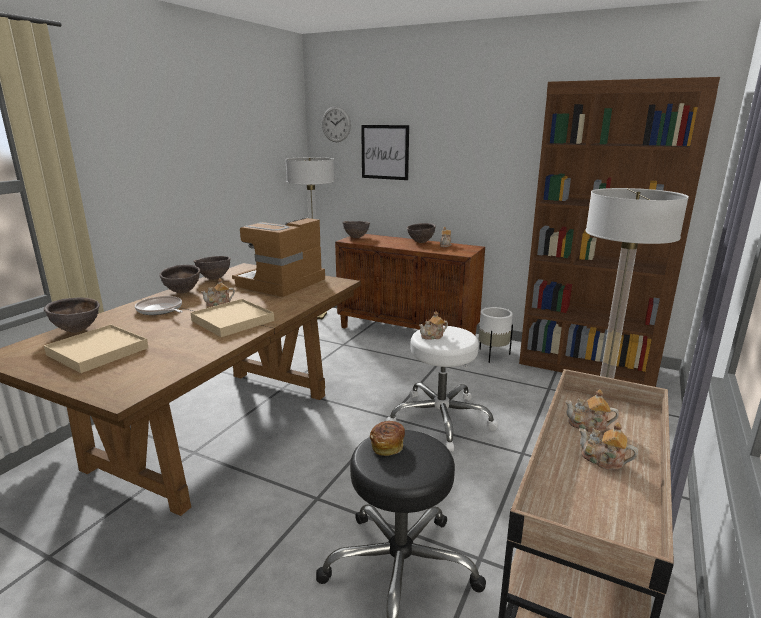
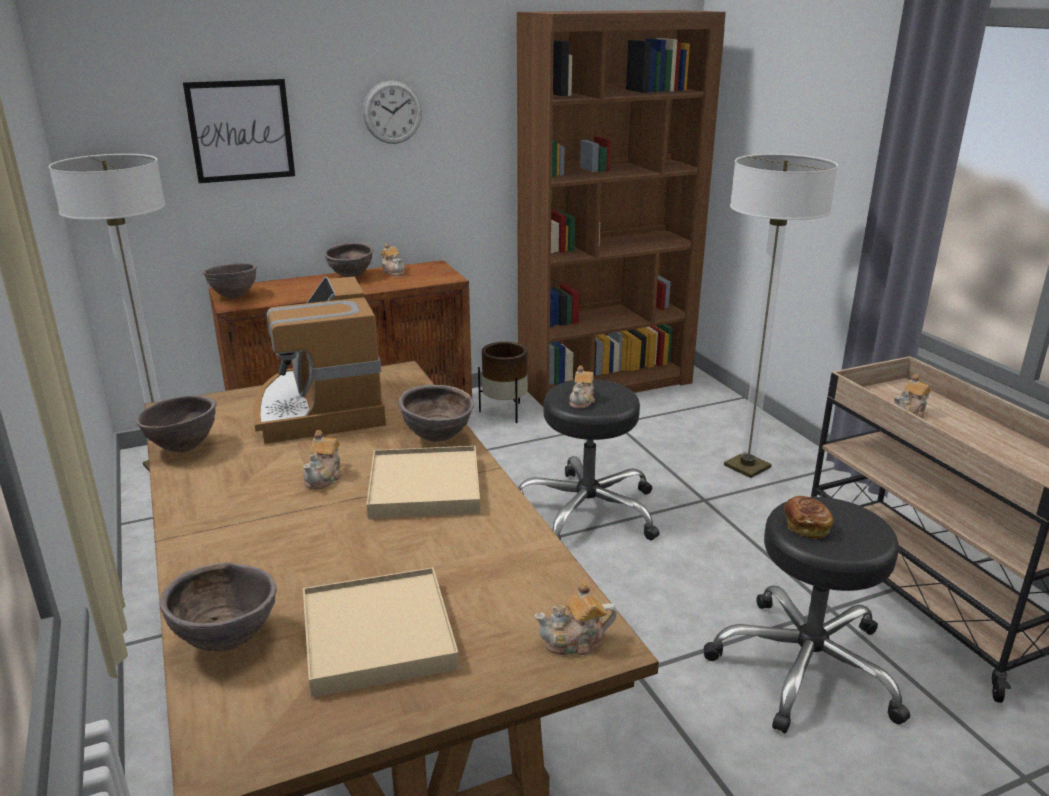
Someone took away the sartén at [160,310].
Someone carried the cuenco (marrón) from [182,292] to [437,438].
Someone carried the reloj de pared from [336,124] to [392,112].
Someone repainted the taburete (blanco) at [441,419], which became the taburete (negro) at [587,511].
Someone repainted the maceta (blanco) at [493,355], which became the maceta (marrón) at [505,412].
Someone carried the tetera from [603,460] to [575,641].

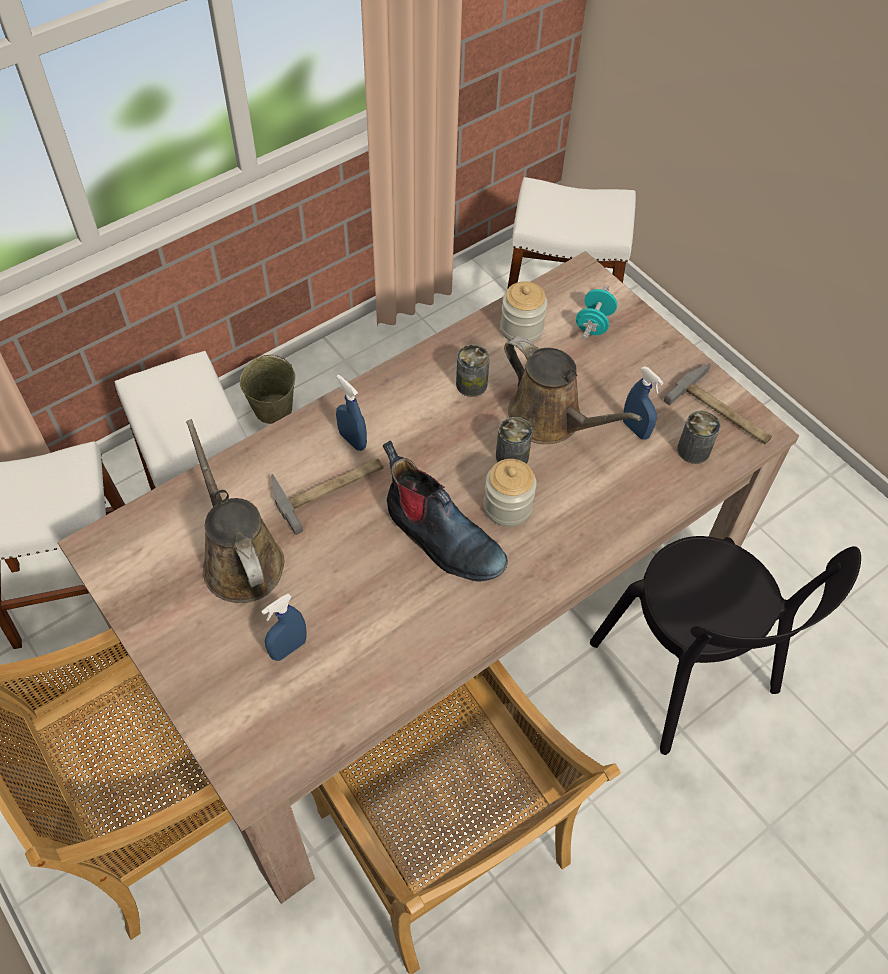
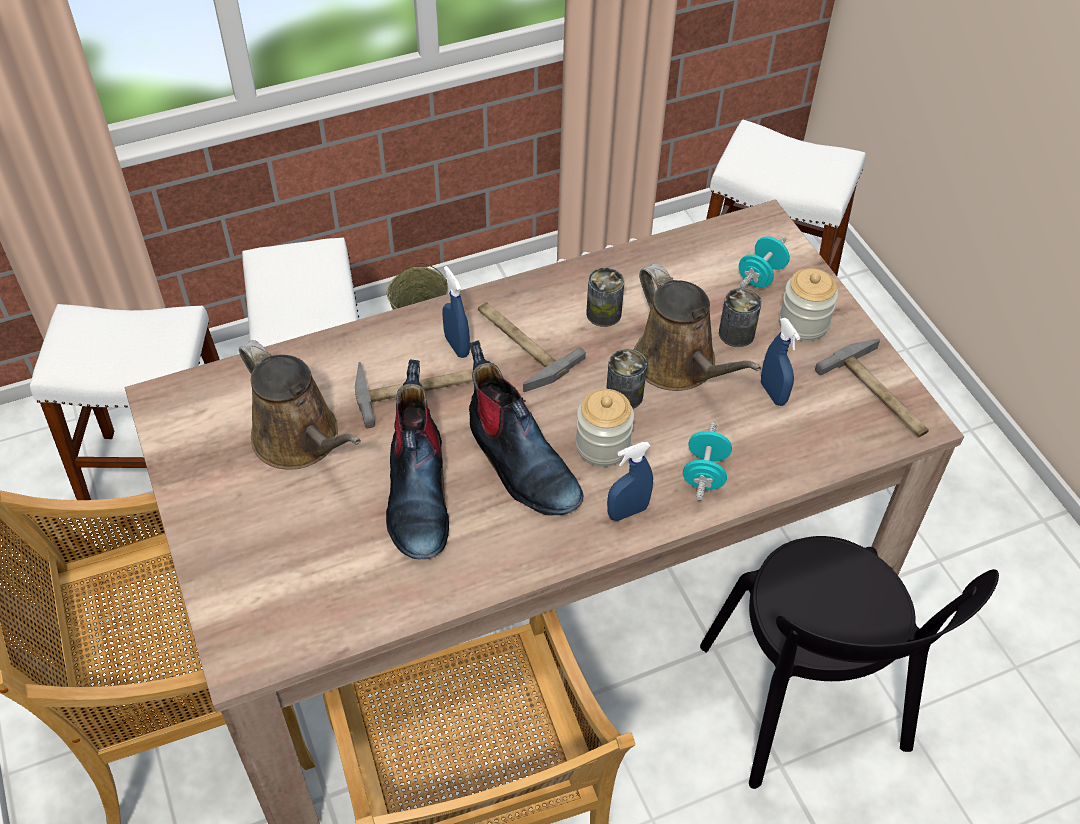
Someone rotated the regadera (marrón) at [240,559] by 150 degrees clockwise.
Someone carried the pulverizador (azul) from [288,648] to [627,512].
Someone carried the tarro from [521,329] to [803,323].
Someone carried the lata from [693,450] to [736,333].
Someone put down the bota at [418,493].
Someone put down the martillo at [518,344].
Someone put down the mancuerna (turquesa) at [704,473].

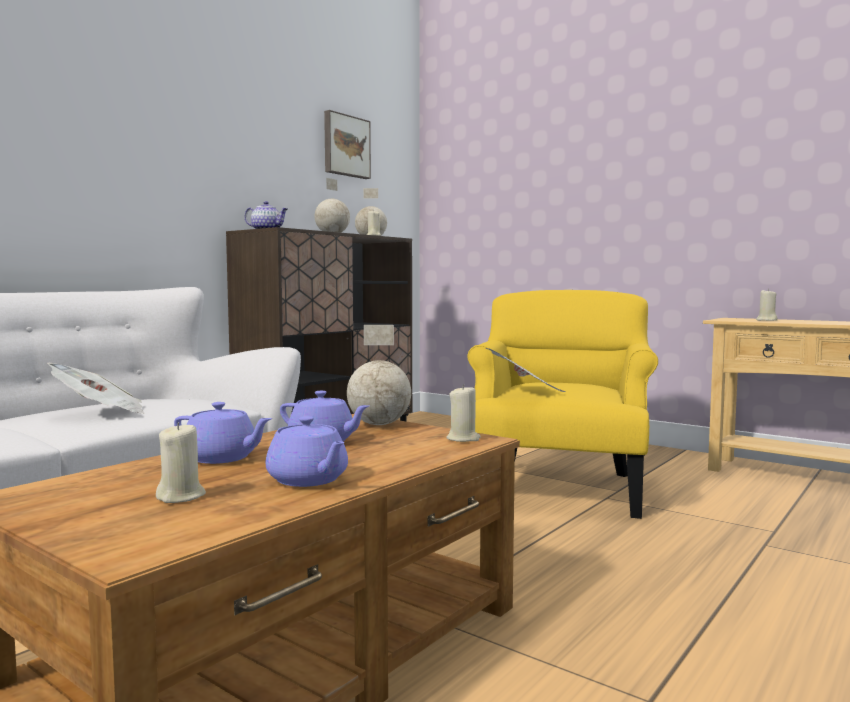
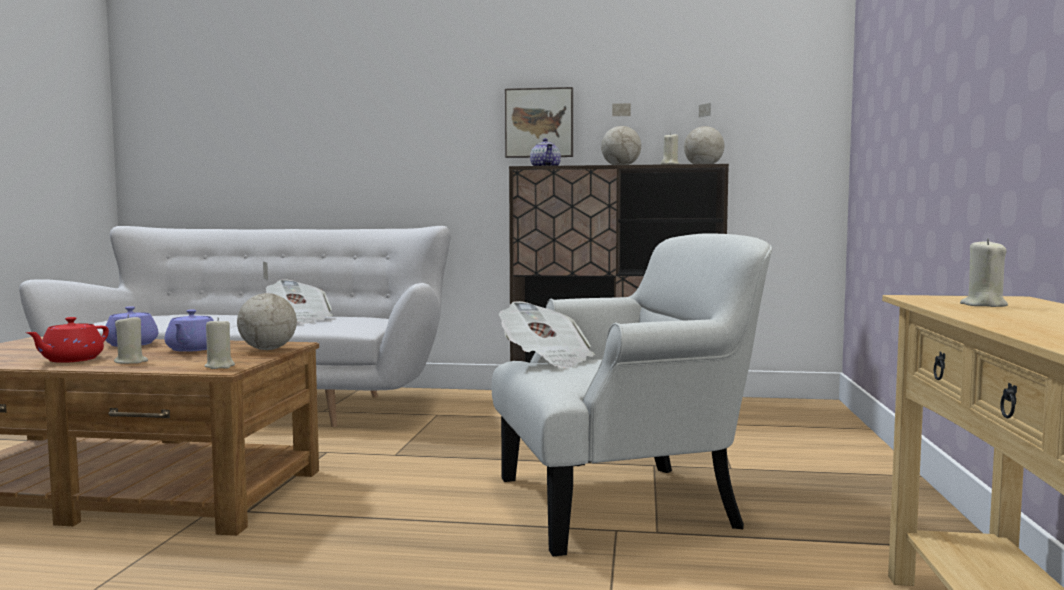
Someone carried the vela (beis) from [181,497] to [131,362].
Someone repainted the tetera (morado) at [308,480], which became the tetera (rojo) at [71,360].
Someone carried the cuadro from [345,146] to [539,123].
Someone repainted the sillón (amarillo) at [559,486], which became the sillón (blanco) at [623,503].

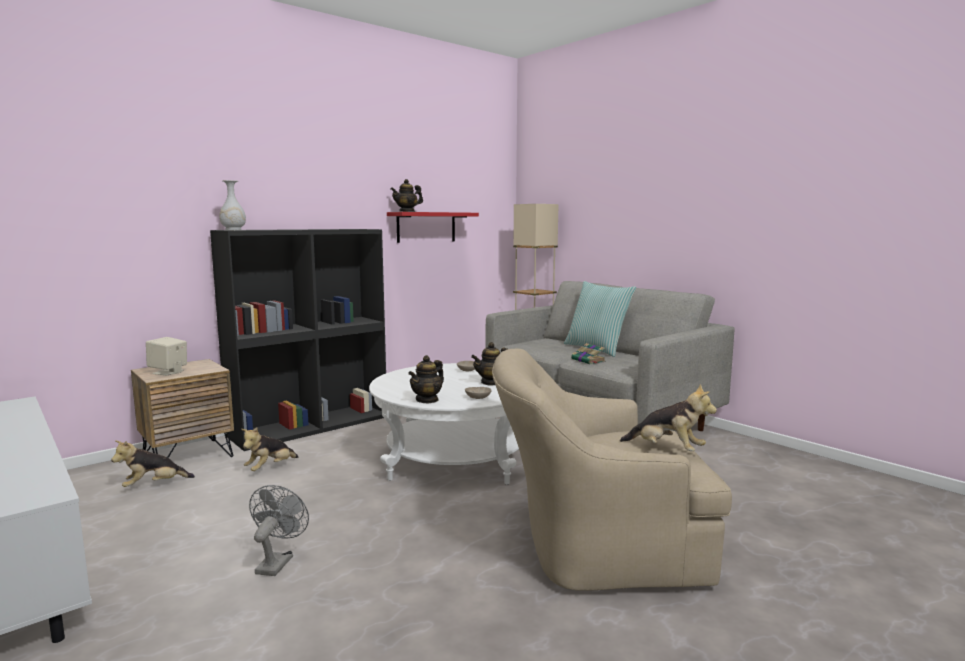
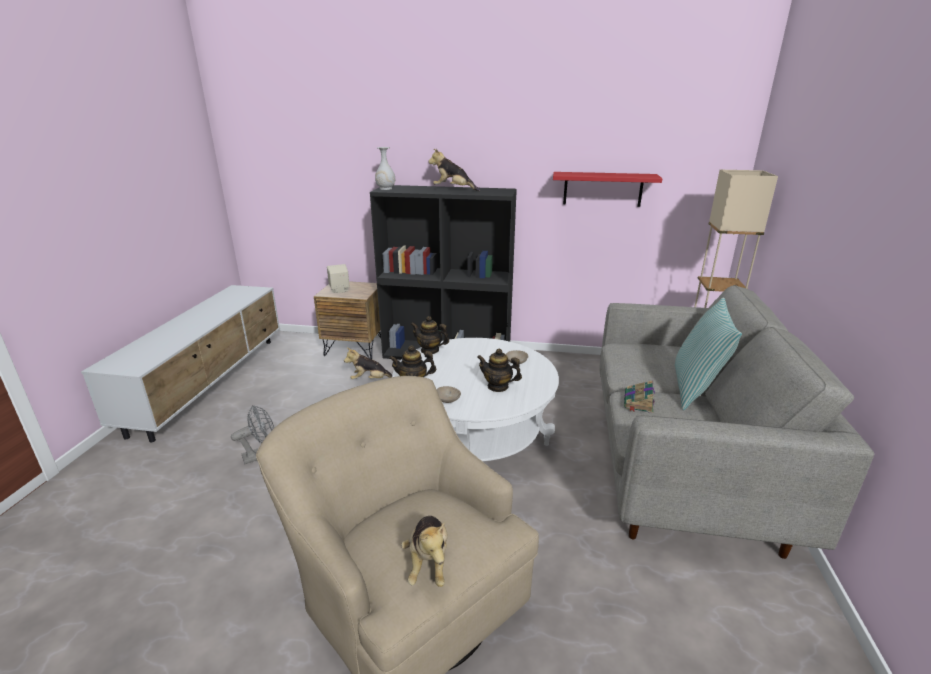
Someone carried the peluche from [153,485] to [453,190].
Someone carried the tetera from [407,211] to [430,350].

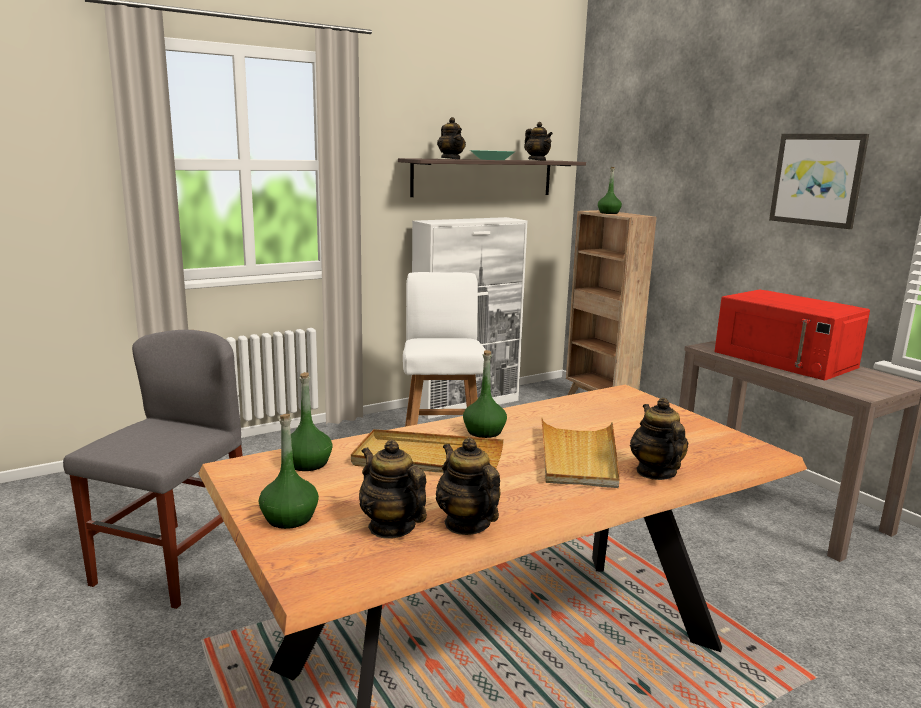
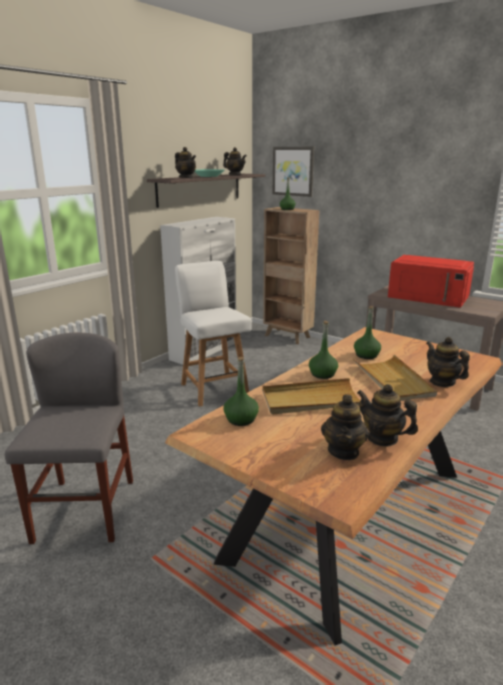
Someone carried the botella (verde) from [289,518] to [366,355].
Someone rotated the tetera at [391,527] by 105 degrees counterclockwise.
Someone carried the cuadro from [817,179] to [293,171].

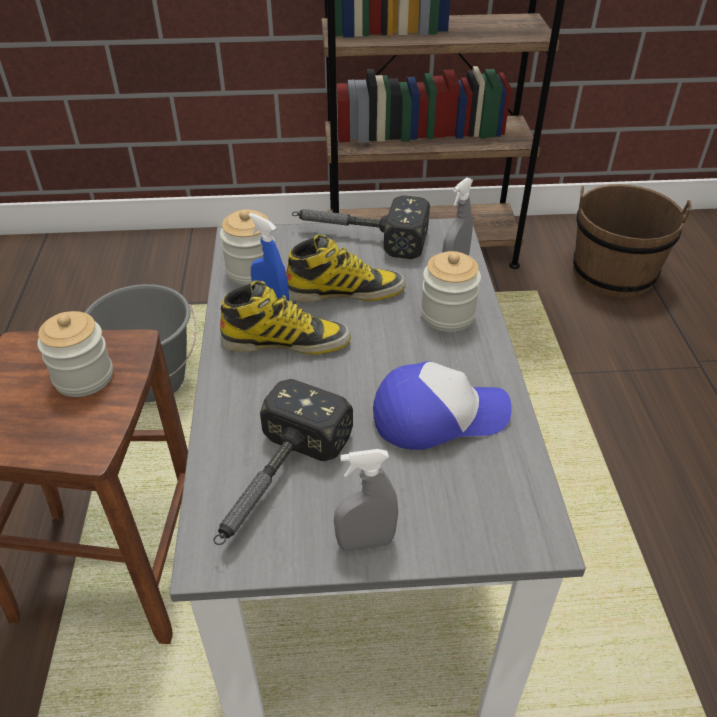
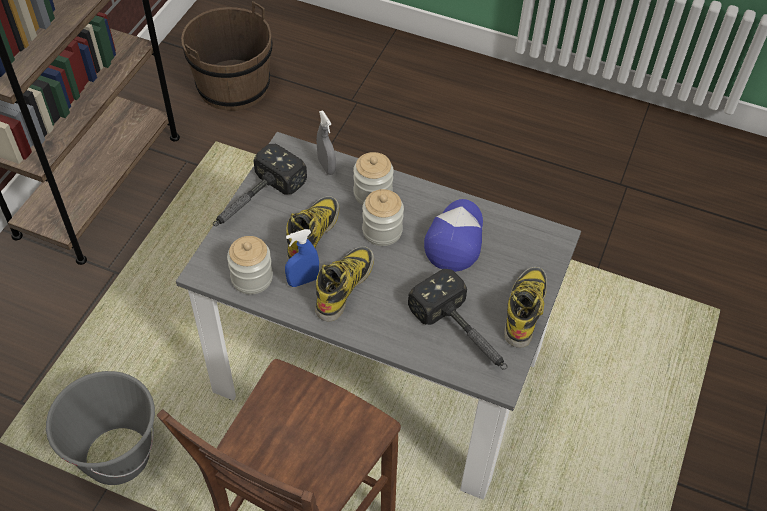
Someone carried the tarro from [84,377] to [382,231].
Someone swapped the pulverizador (gris) at [365,542] for the bota at [524,309].

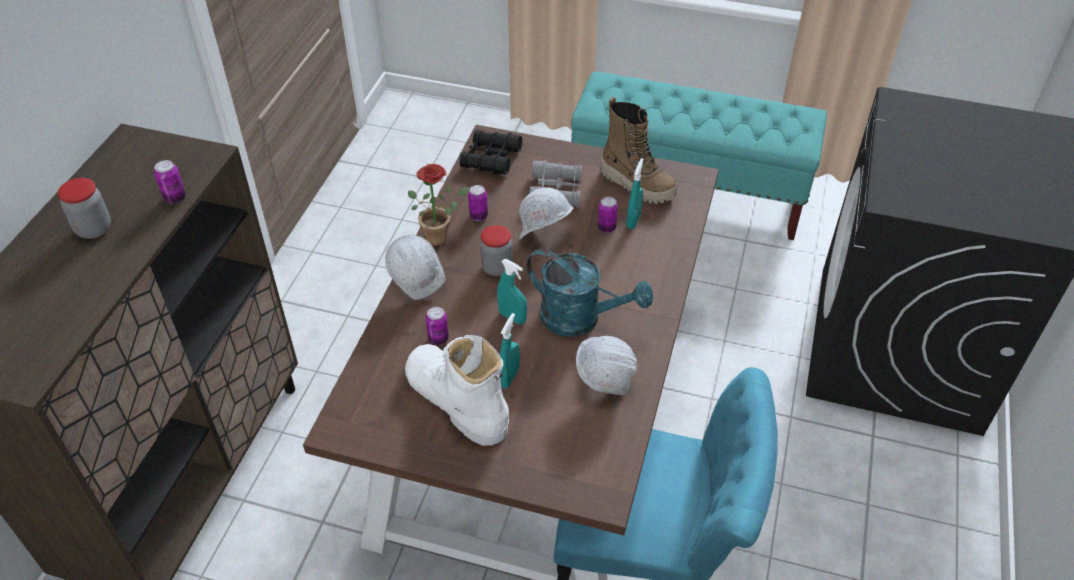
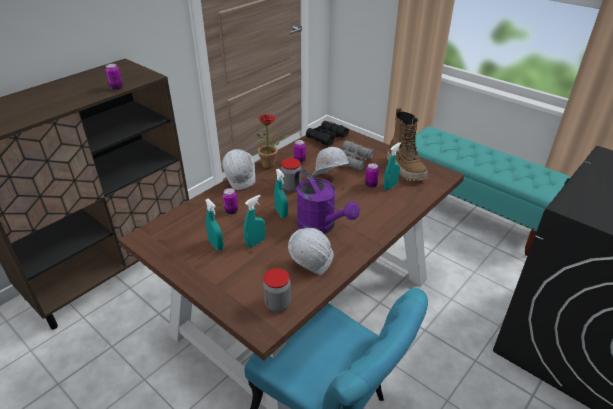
Someone carried the tarro from [94,229] to [277,304].
Someone swapped the bota (blanco) at [456,401] for the pulverizador (turquesa) at [216,245].
Someone repainted the regadera (turquesa) at [580,319], which became the regadera (morado) at [321,226].

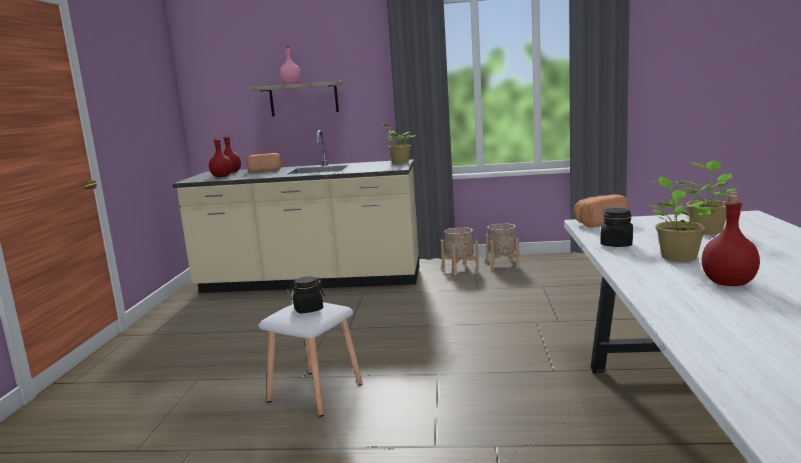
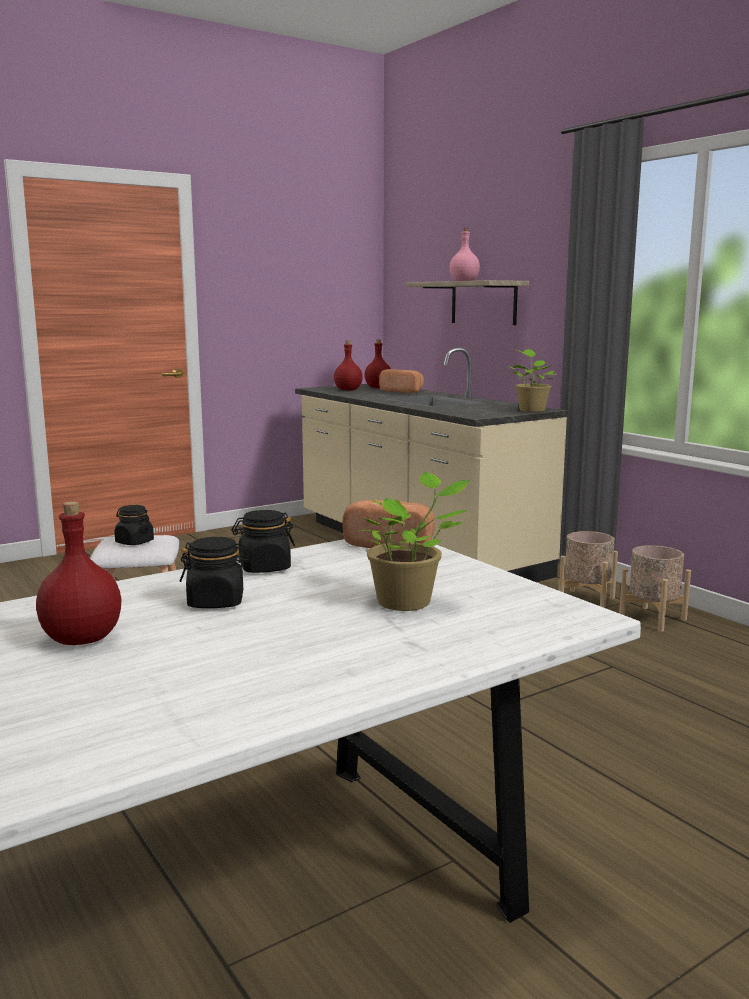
Someone swapped the planta en maceta at [677,256] for the tarro (negro) at [216,602].

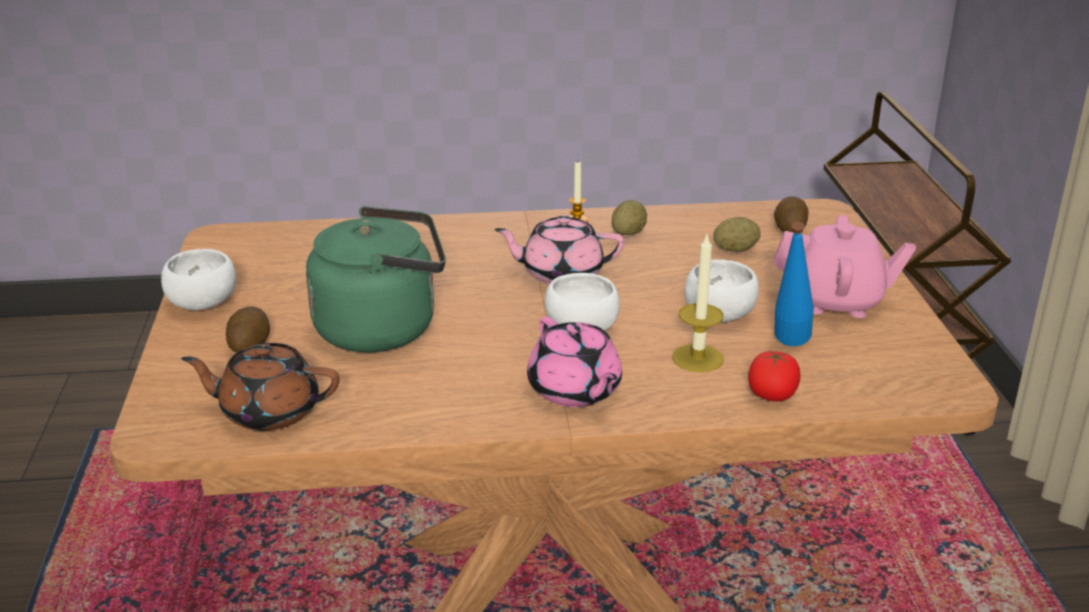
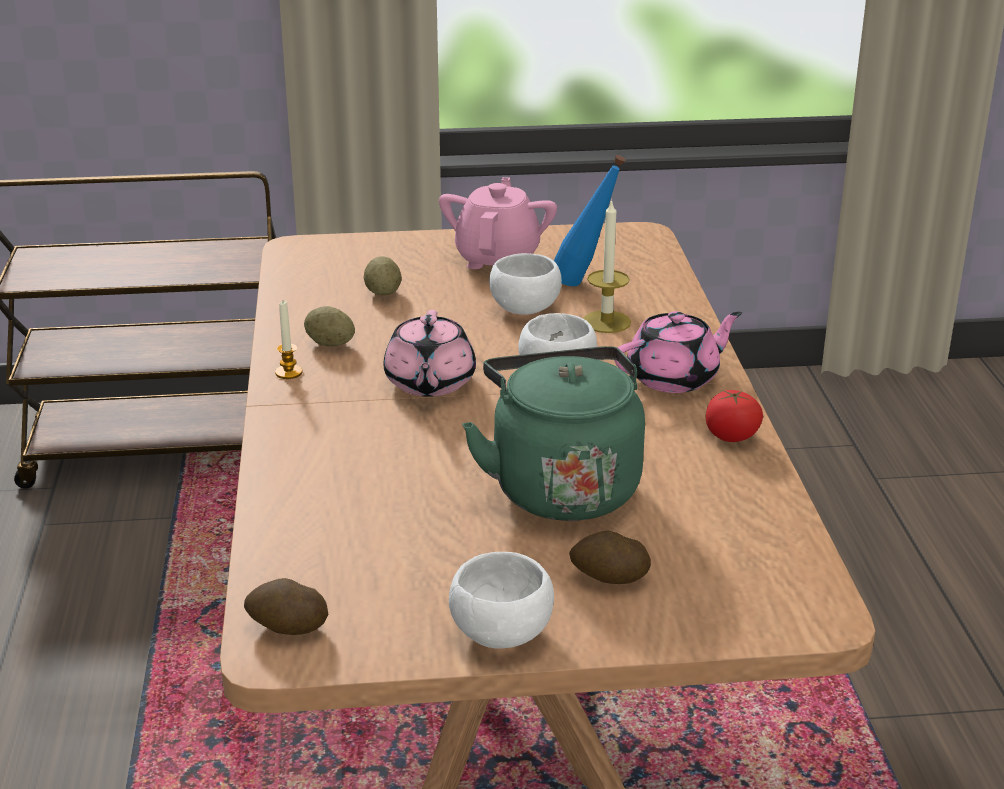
Someone took away the tetera (marrón) at [268,411].
Someone carried the tomate from [772,395] to [732,436].
Someone carried the patata from [789,228] to [287,627].

